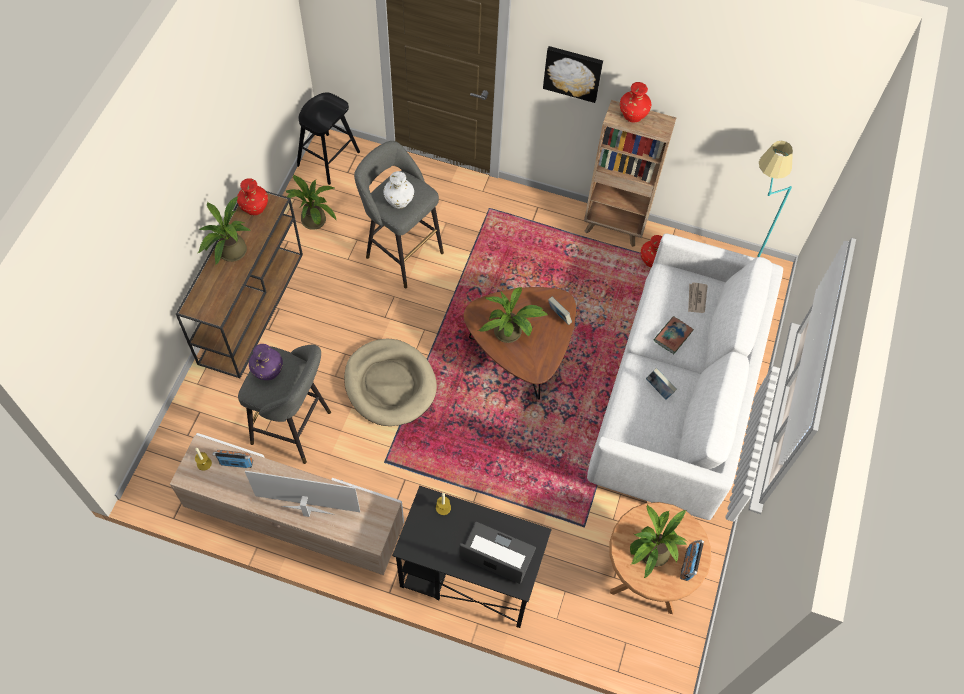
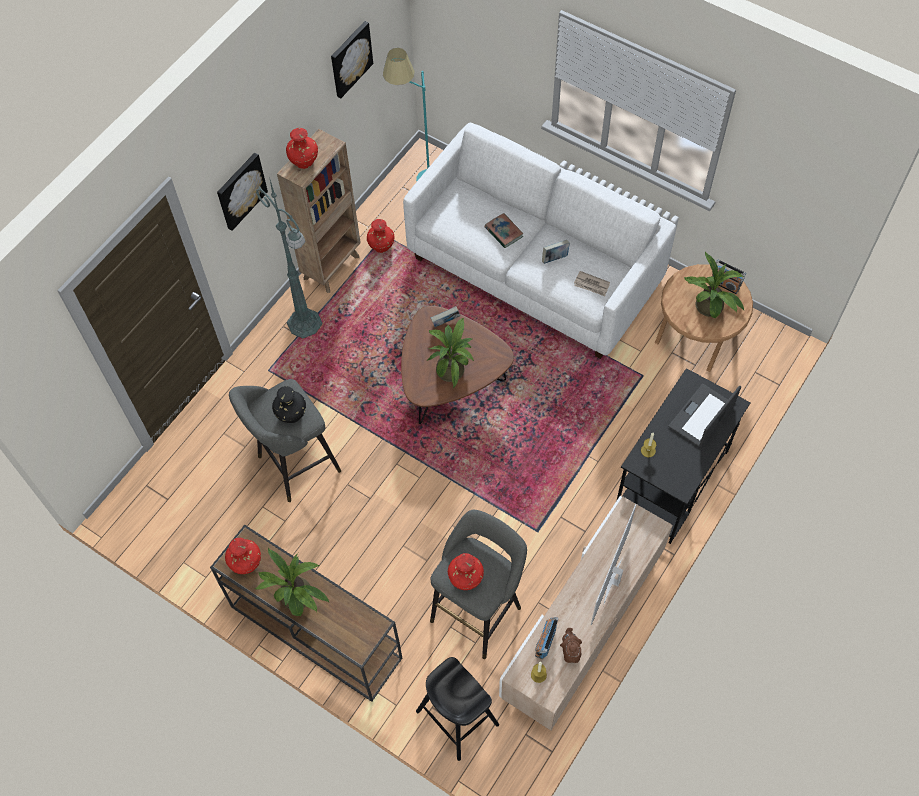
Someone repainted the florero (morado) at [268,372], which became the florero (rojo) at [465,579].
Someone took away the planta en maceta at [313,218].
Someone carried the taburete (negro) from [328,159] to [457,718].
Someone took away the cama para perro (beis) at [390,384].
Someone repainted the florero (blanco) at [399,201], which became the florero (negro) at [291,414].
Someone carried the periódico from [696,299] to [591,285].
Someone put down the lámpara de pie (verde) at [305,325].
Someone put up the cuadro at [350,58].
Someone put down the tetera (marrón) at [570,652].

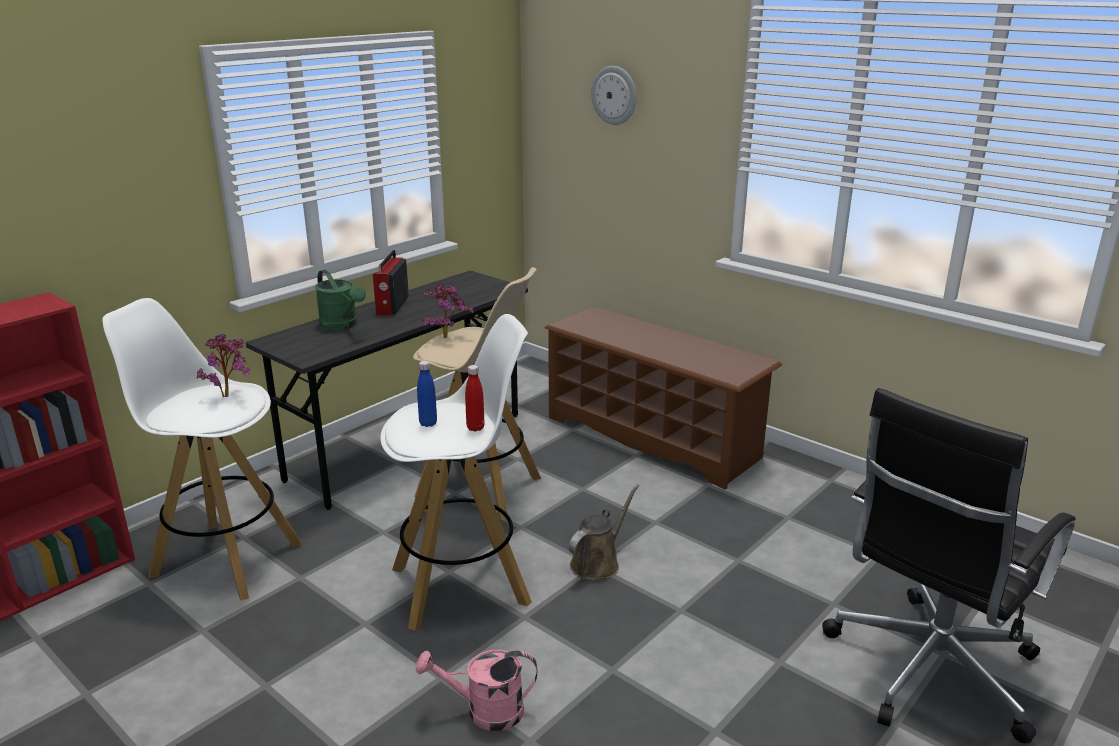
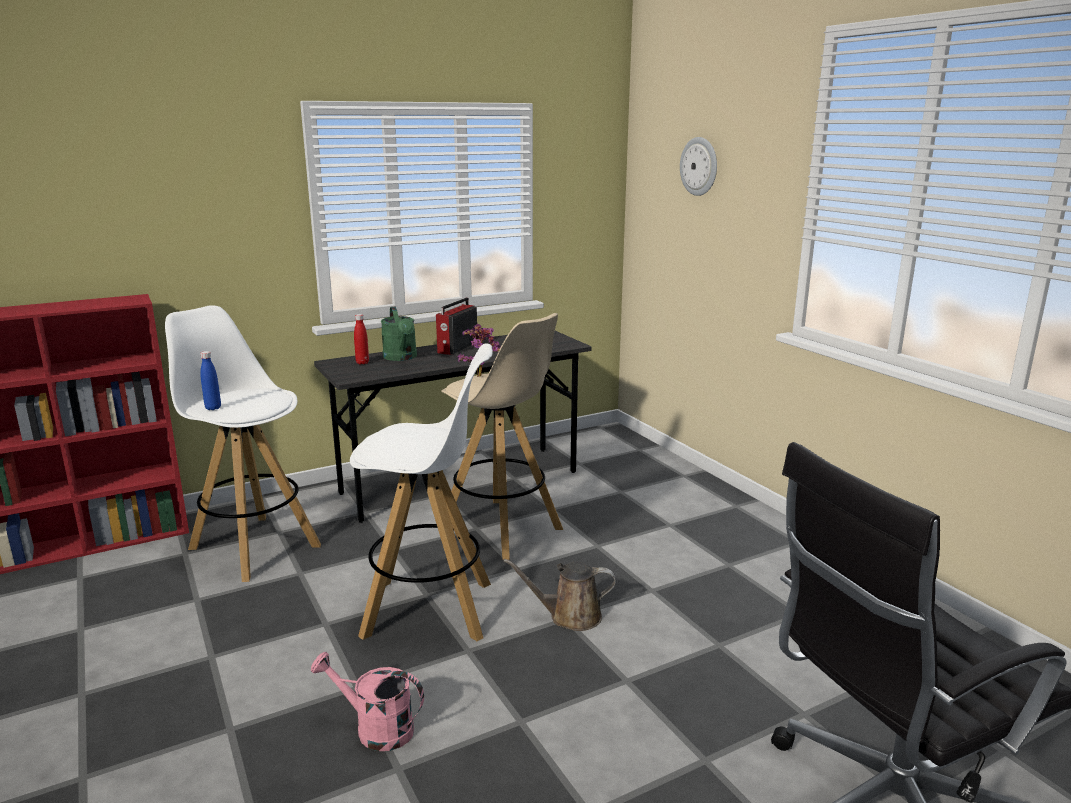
Someone took away the planta en maceta at [230,395].
Someone carried the botella (azul) from [428,423] to [213,408].
Someone carried the botella (rojo) from [475,428] to [362,363].
Someone took away the zapatero (marrón) at [653,437].
Someone rotated the regadera (marrón) at [598,563] by 150 degrees counterclockwise.

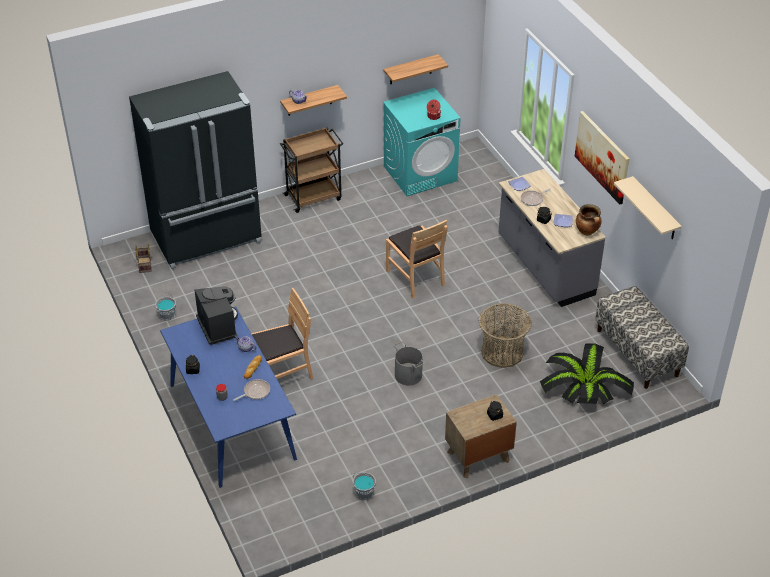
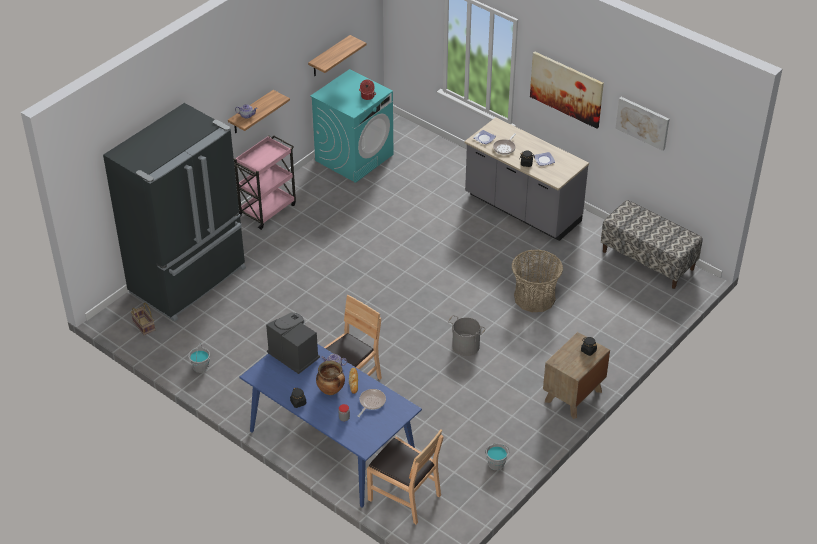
Someone repainted the carrito (marrón) at [314,197], which became the carrito (rosa) at [268,209].
Someone carried the silla (marrón) from [415,277] to [404,496].
Someone took away the planta en maceta at [584,386].
Someone carried the olla from [587,232] to [331,390].
Someone swapped the estante (beis) at [655,209] for the cuadro at [643,122].

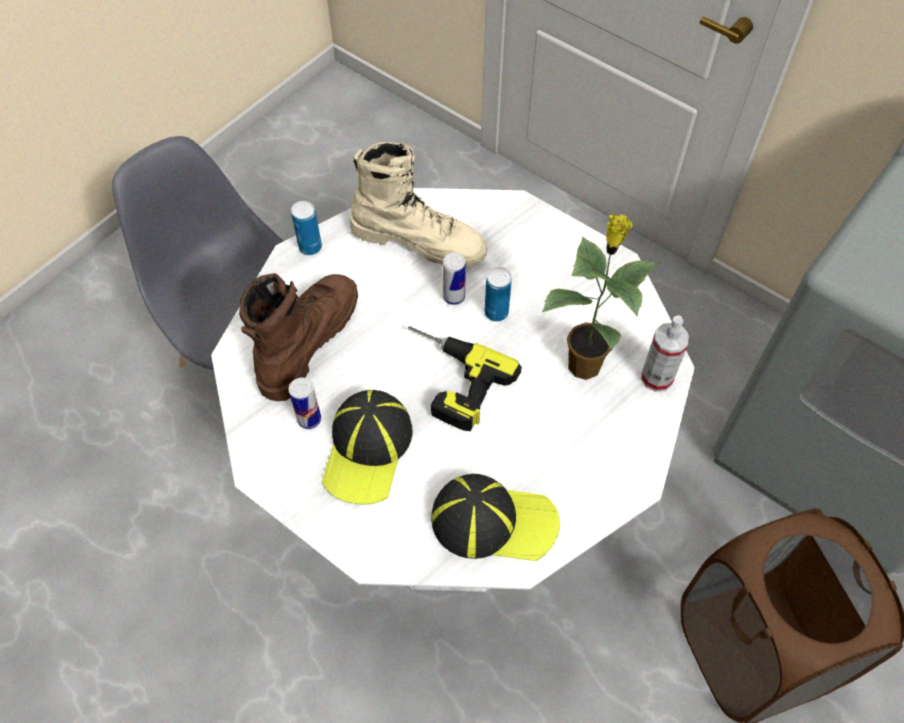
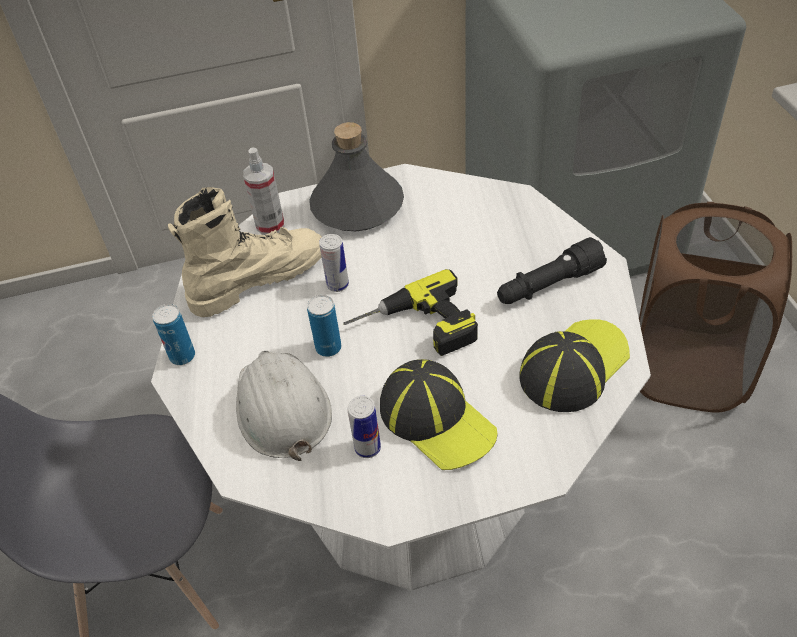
Someone swapped the bota (marrón) at [307,341] for the casco (blanco) at [281,408].
Someone carried the lata from [496,312] to [328,348].
Someone took away the planta en maceta at [584,363].
Someone carried the pulverizador from [656,378] to [270,225].
Someone put down the botella (gris) at [357,207].
Someone put down the linterna (negro) at [548,285].

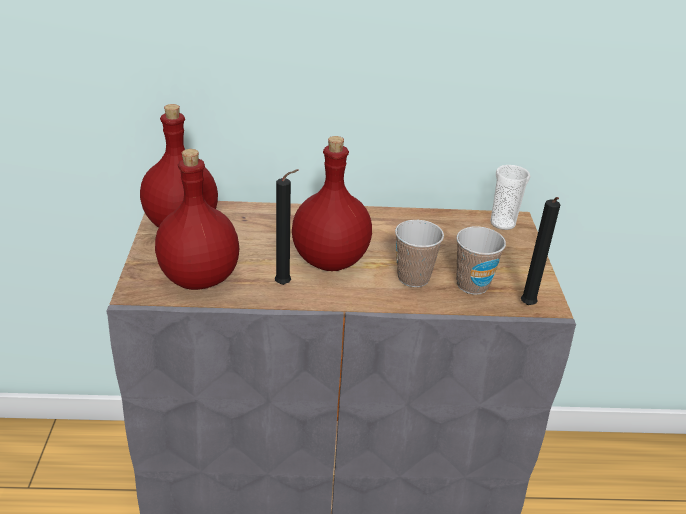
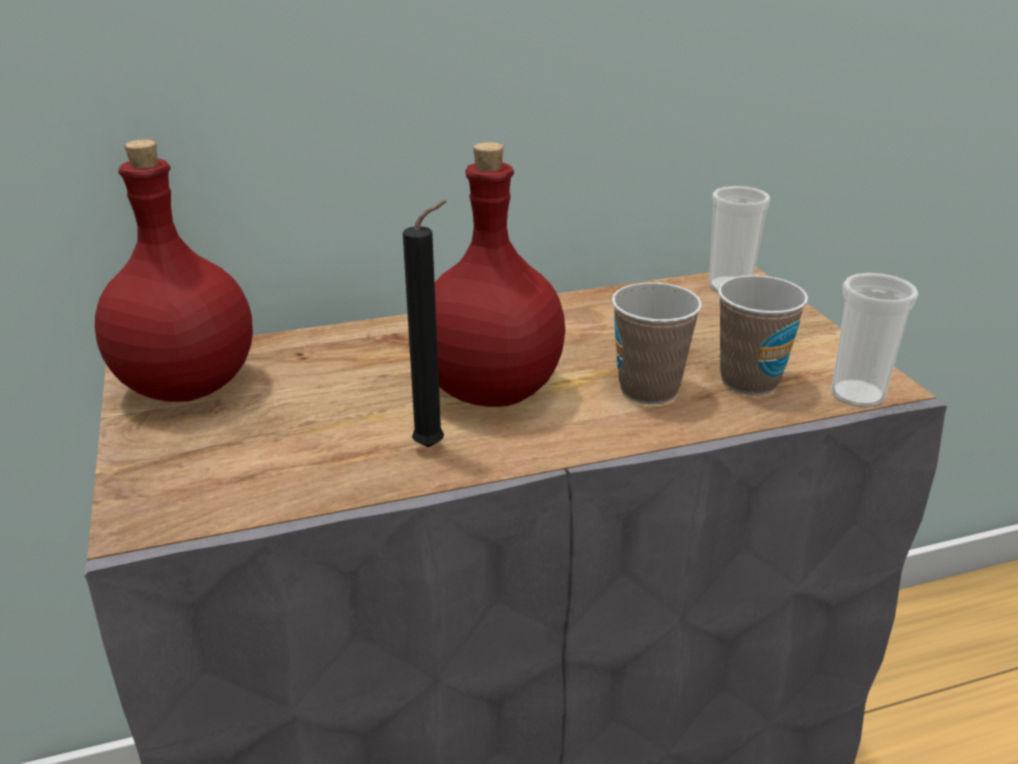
Someone took away the botella (rojo) at [199,277].
Someone swapped the vela (negro) at [527,306] for the taza at [857,395].

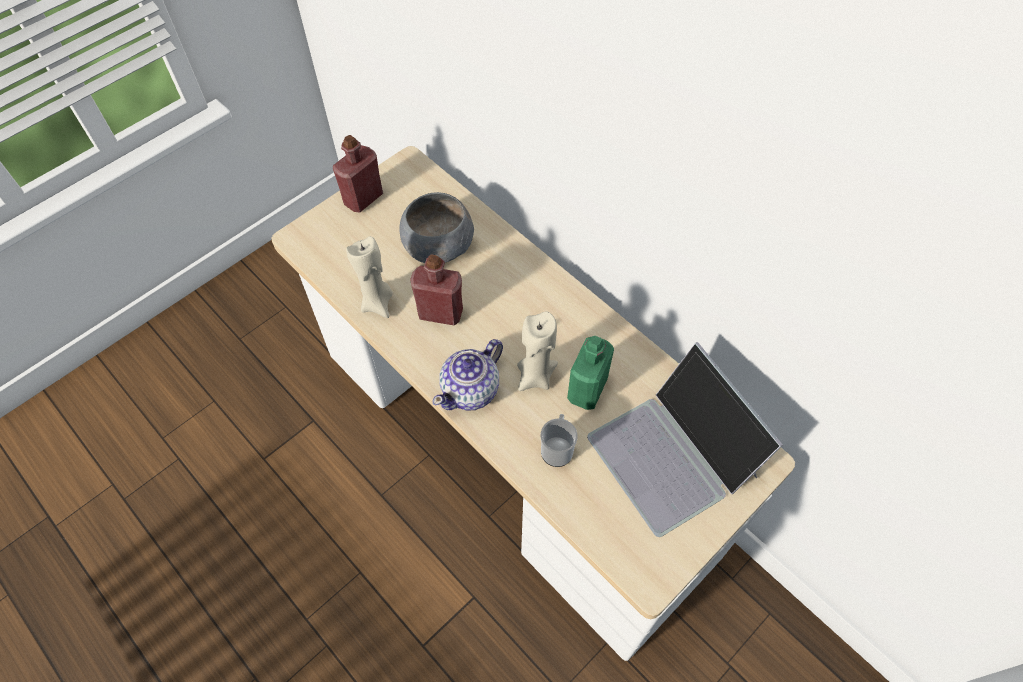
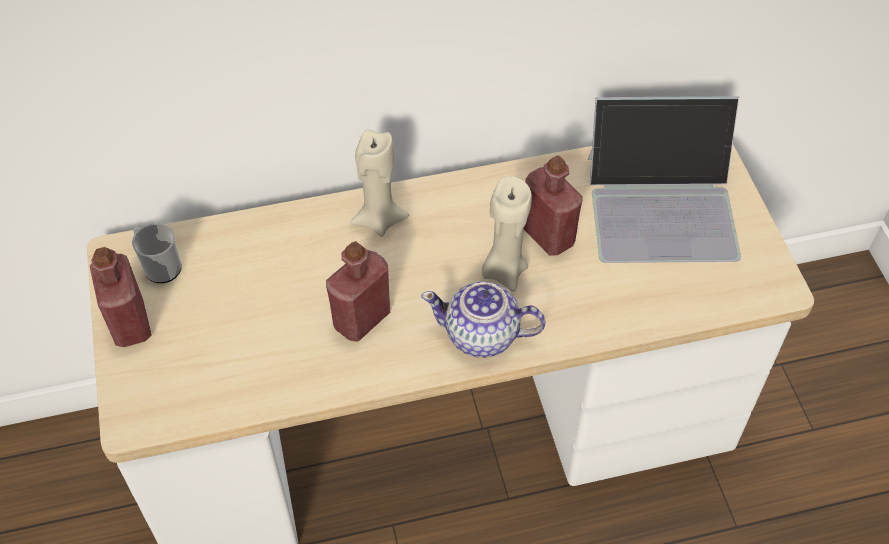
Someone carried the vela (beis) from [377,303] to [379,220].
Someone took away the cuenco (gris) at [437,247].
Someone rotated the tetera at [471,390] by 120 degrees clockwise.
Someone carried the taza grande from [557,448] to [160,266].
Someone repainted the botella (verde) at [587,389], which became the botella (rojo) at [548,235].

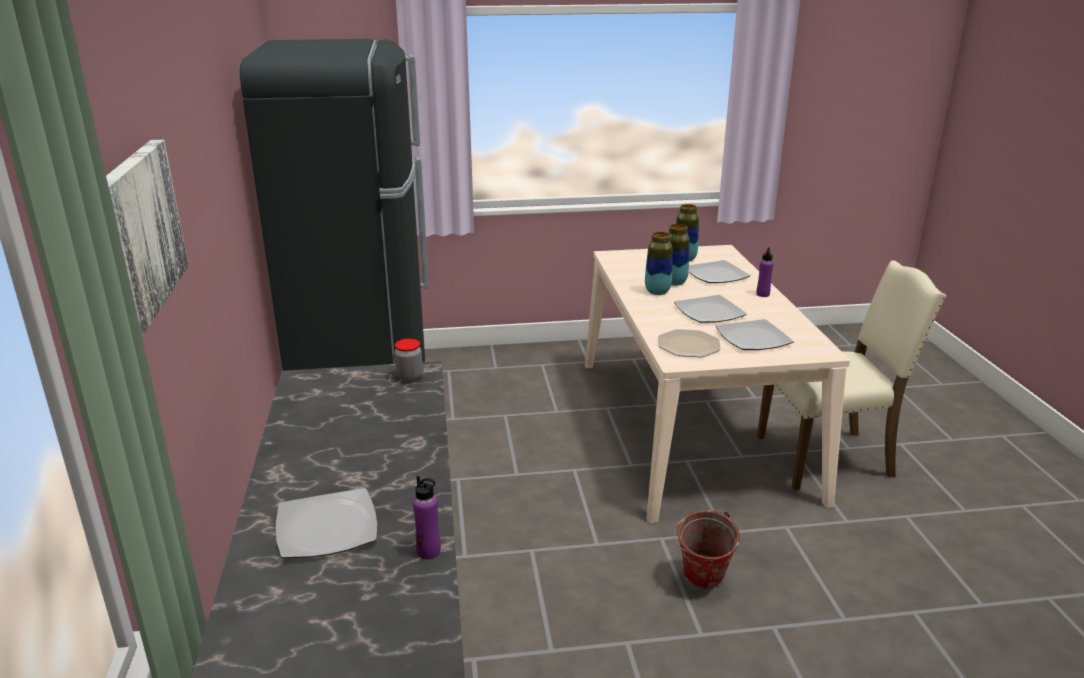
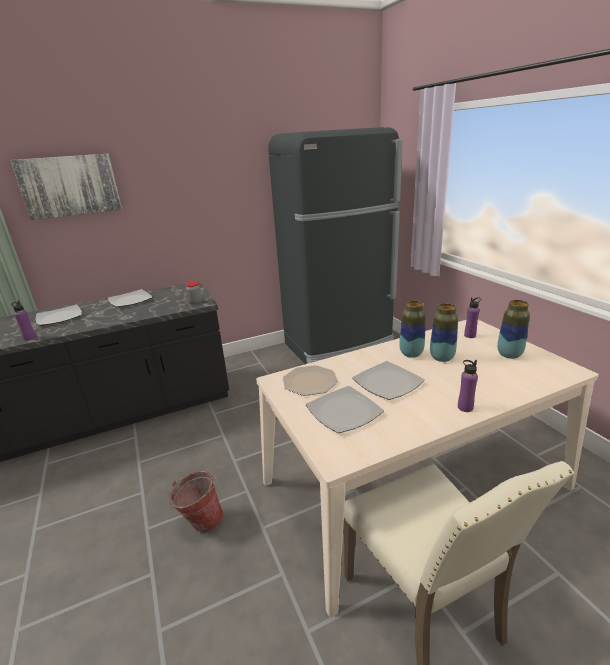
Someone carried the plato from [716,274] to [131,300].
Someone put down the botella (morado) at [470,335].

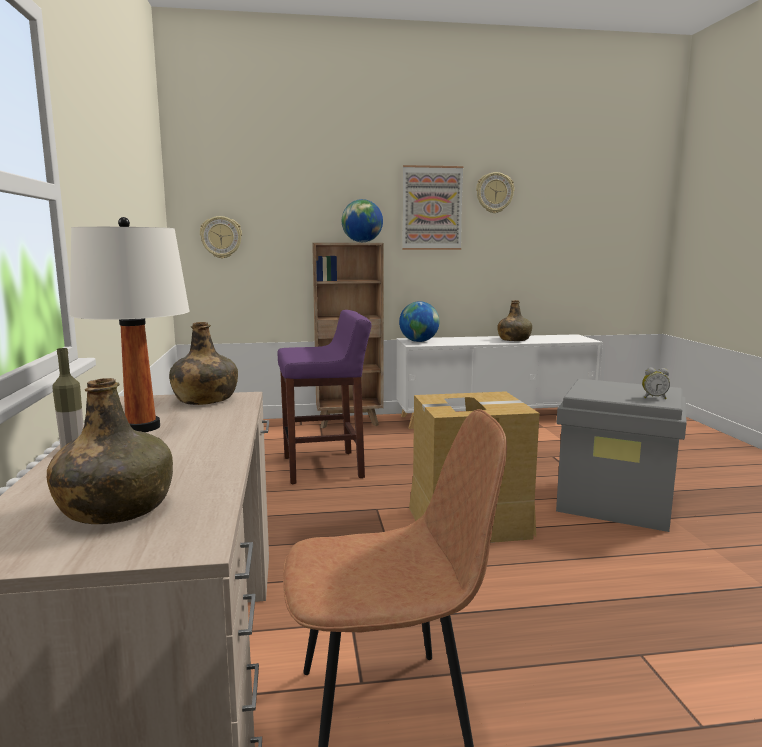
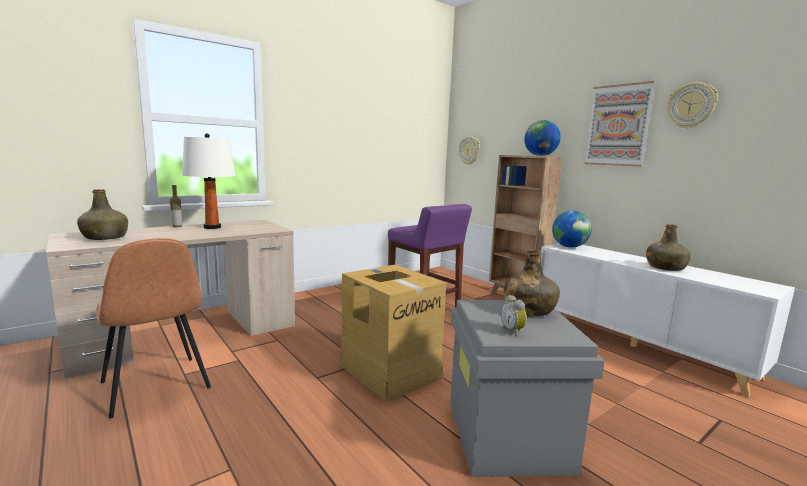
Someone carried the botella (verde) from [204,400] to [528,310].

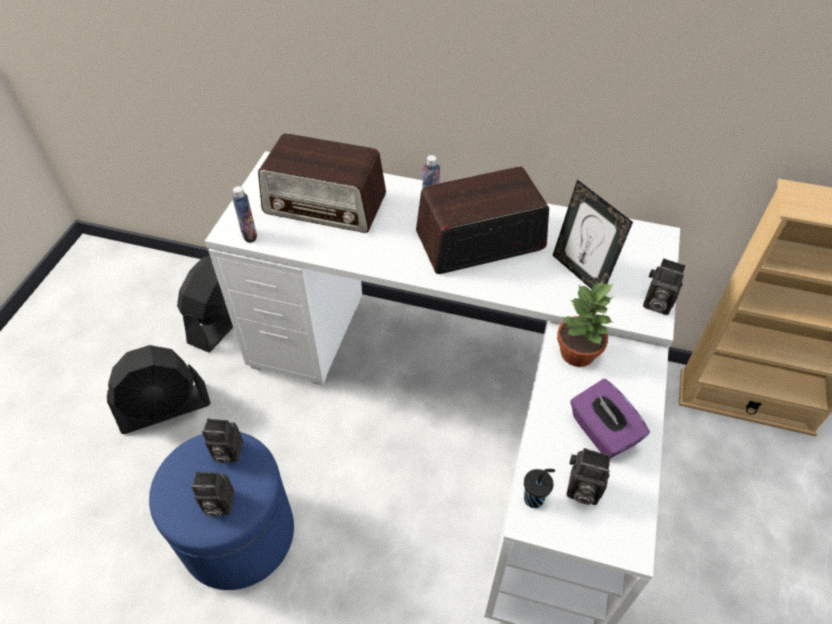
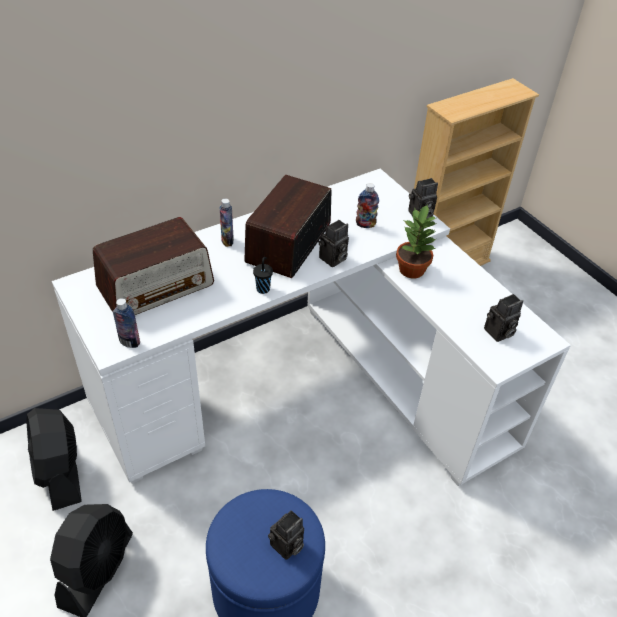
Someone carried the cámara from [226,452] to [333,259].
Someone carried the taza (negro) from [534,498] to [263,288].
Someone swapped the portarretratos at [580,273] for the botella at [365,224].
Someone took away the caja de pañuelos (morado) at [602,432].

